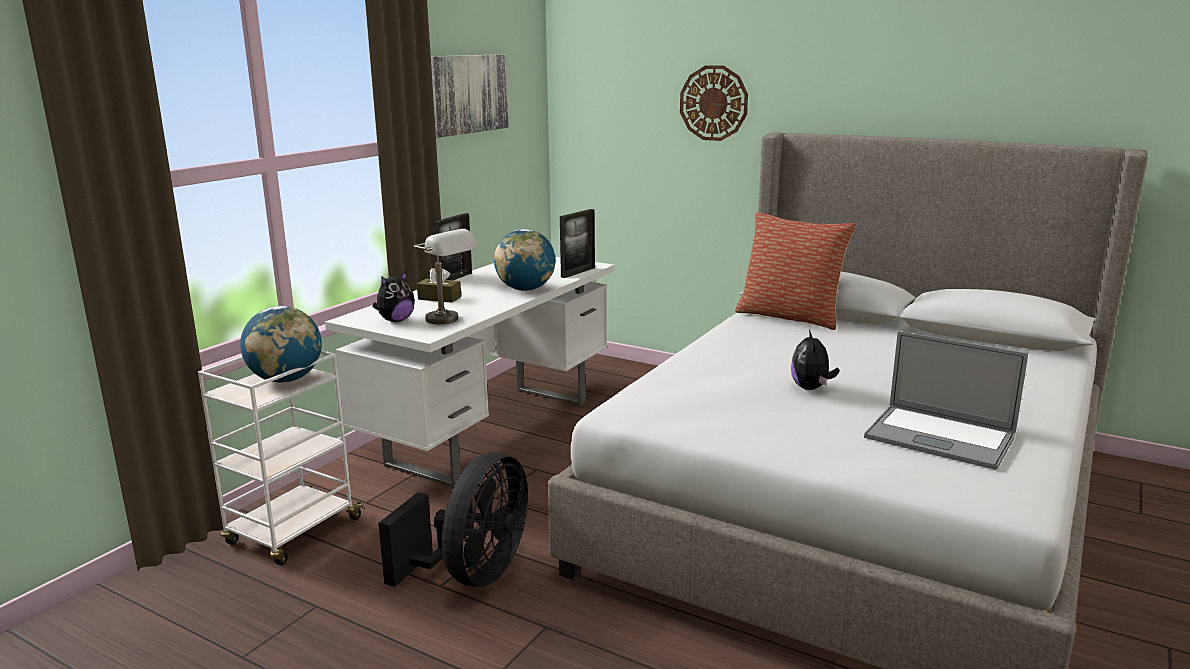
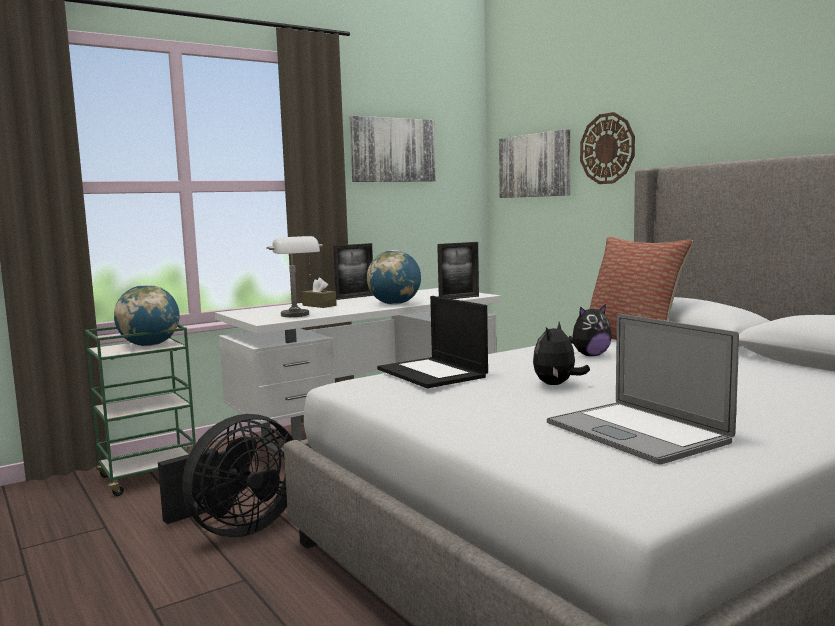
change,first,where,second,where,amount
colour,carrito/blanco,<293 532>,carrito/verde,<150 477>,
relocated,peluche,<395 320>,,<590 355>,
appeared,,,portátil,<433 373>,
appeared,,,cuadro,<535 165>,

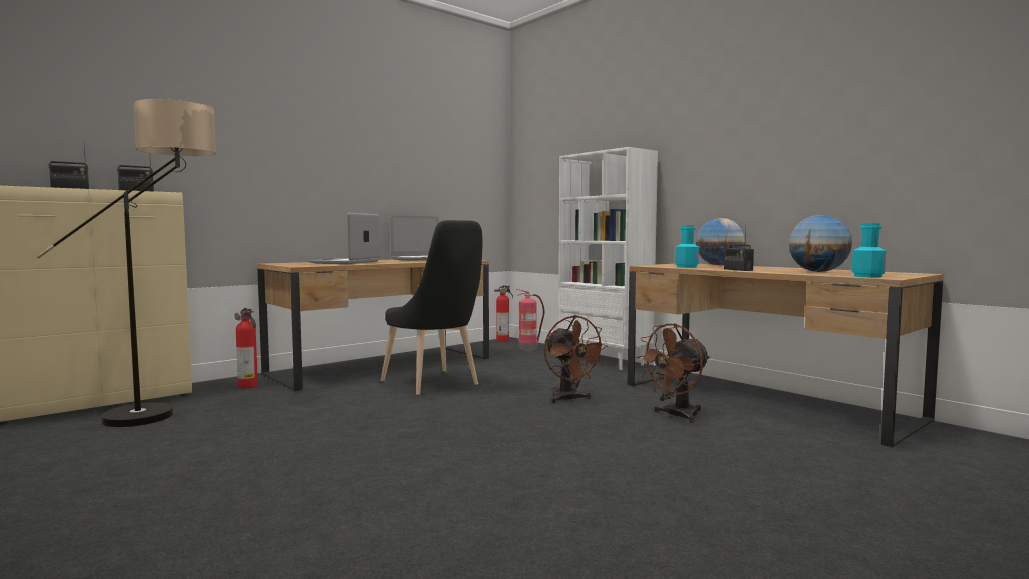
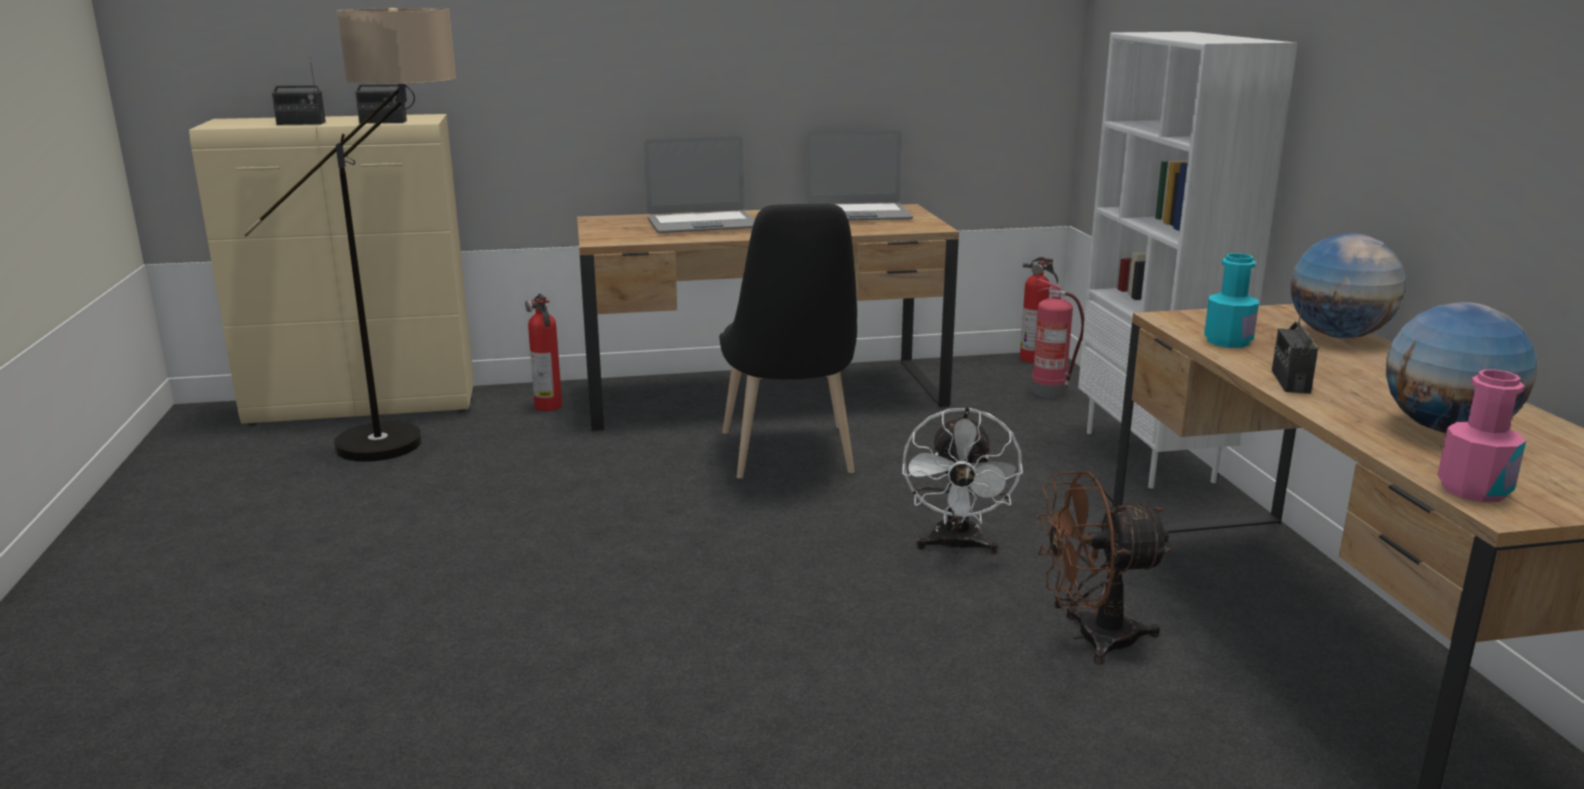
change,first,where,second,where,amount
spun,portátil,<346 262>,,<702 224>,150 degrees counterclockwise
colour,ventilador/marrón,<569 399>,ventilador/blanco,<956 547>,
colour,botella/turquesa,<867 276>,botella/rosa,<1473 490>,

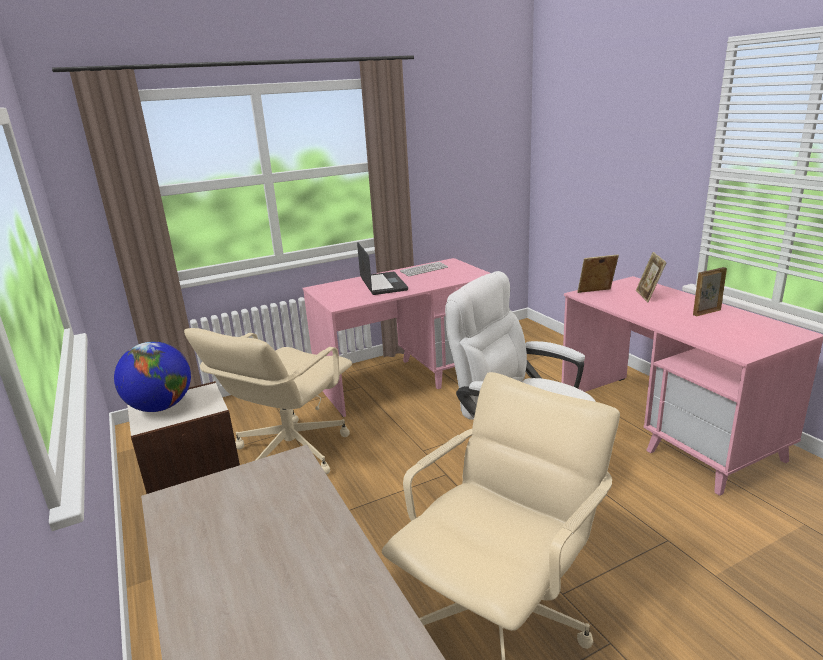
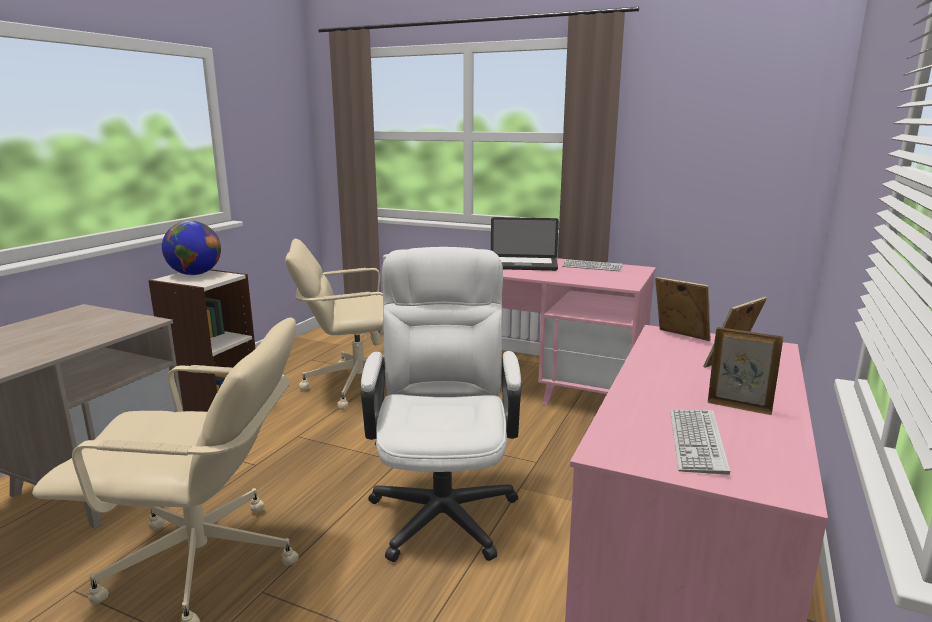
change,first,where,second,where,amount
spun,portátil,<383 284>,,<523 265>,60 degrees clockwise
appeared,,,teclado,<696 441>,

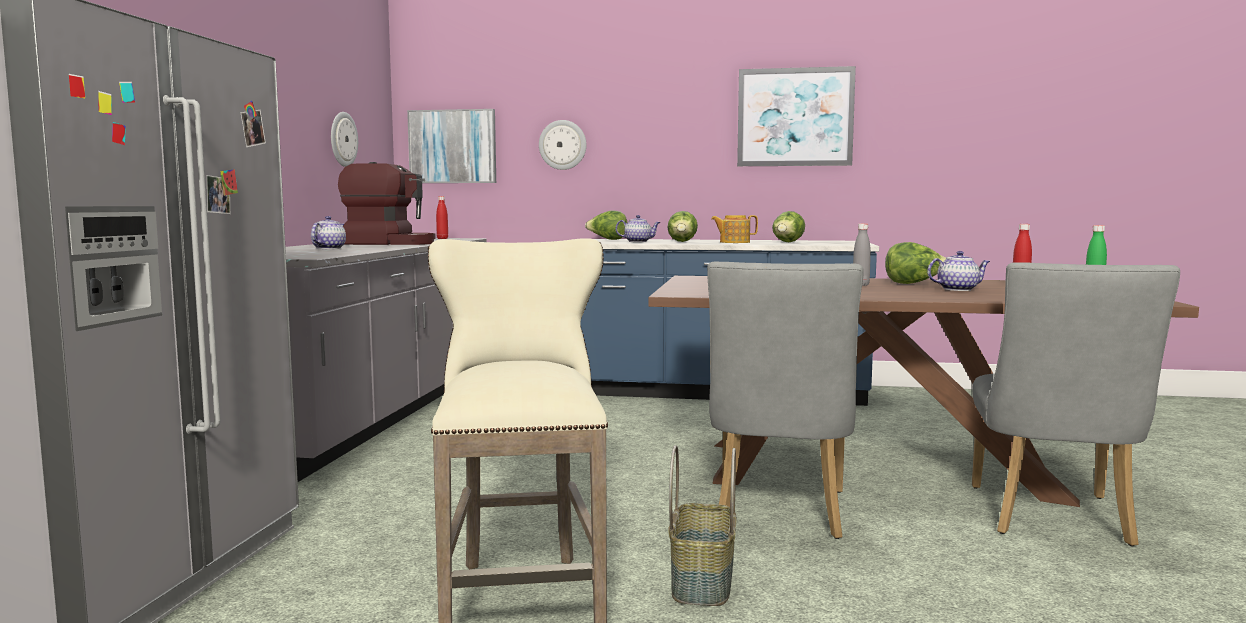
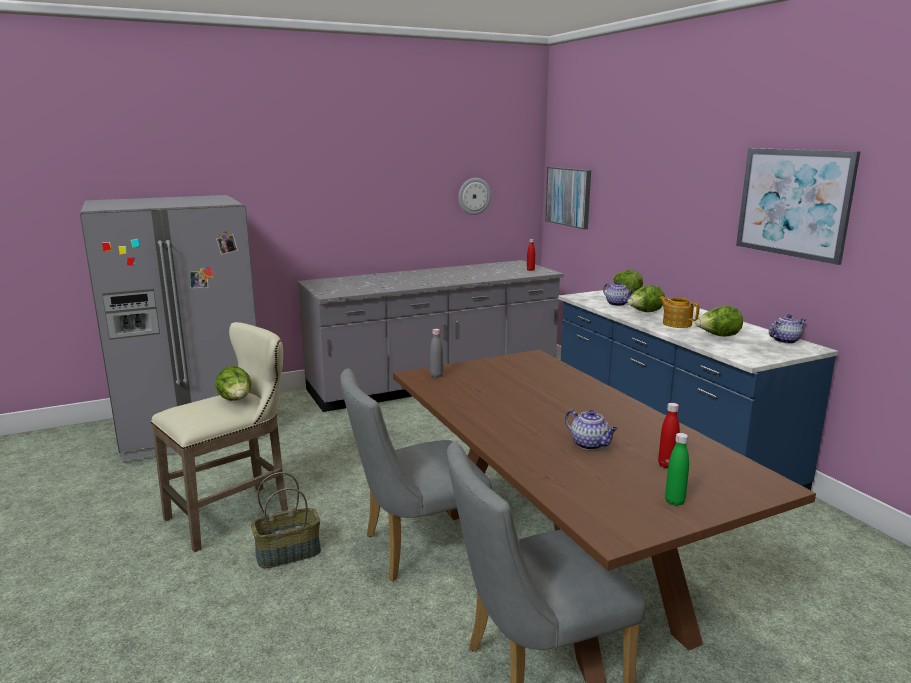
change,first,where,second,where,amount
relocated,tetera,<329 248>,,<785 340>,
missing,cafetera,<390 243>,,,
missing,reloj de pared,<562 145>,,,
relocated,botella/gris,<860 285>,,<436 376>,
relocated,lechuga,<914 284>,,<236 400>,

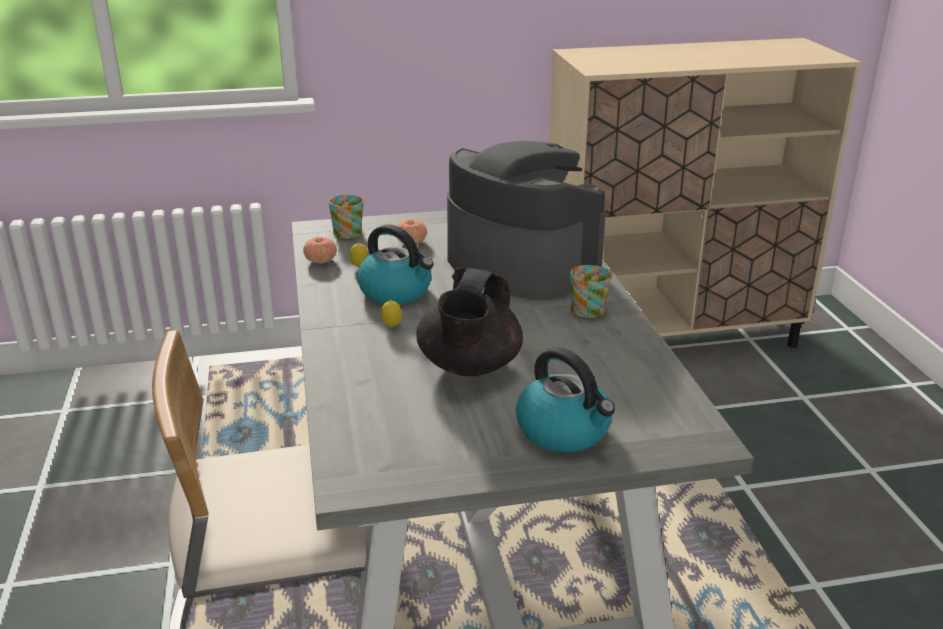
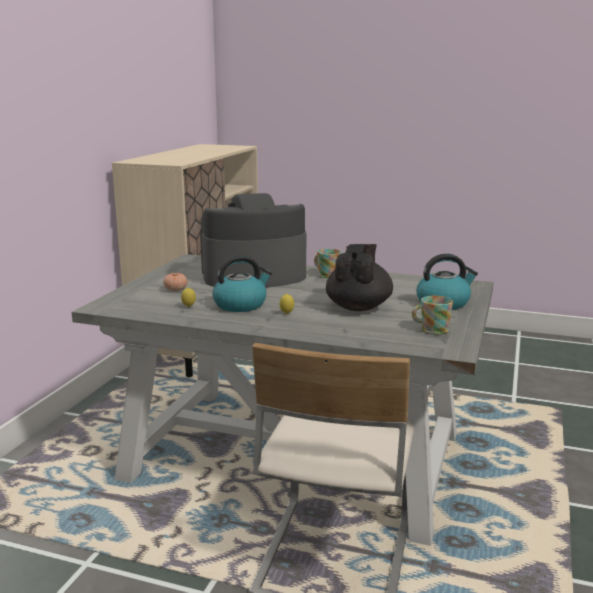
change,first,where,second,where,amount
missing,tomate,<321 260>,,,
relocated,taza grande,<346 231>,,<430 329>,
spun,tetera/negro,<469 367>,,<358 307>,120 degrees counterclockwise

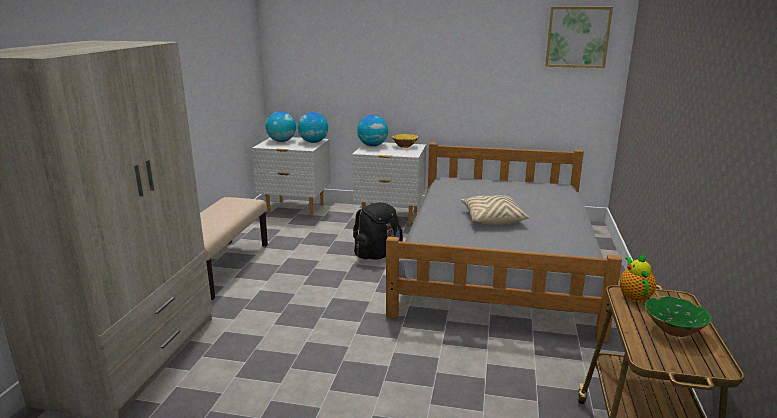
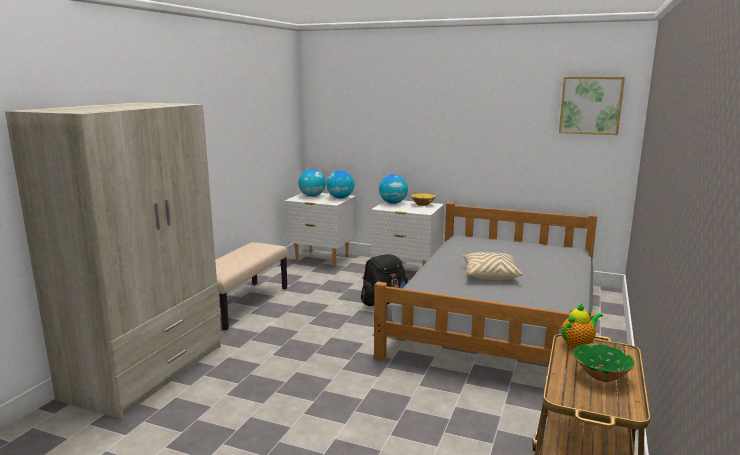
change,first,where,second,where,amount
spun,tetera,<634 296>,,<578 344>,45 degrees clockwise

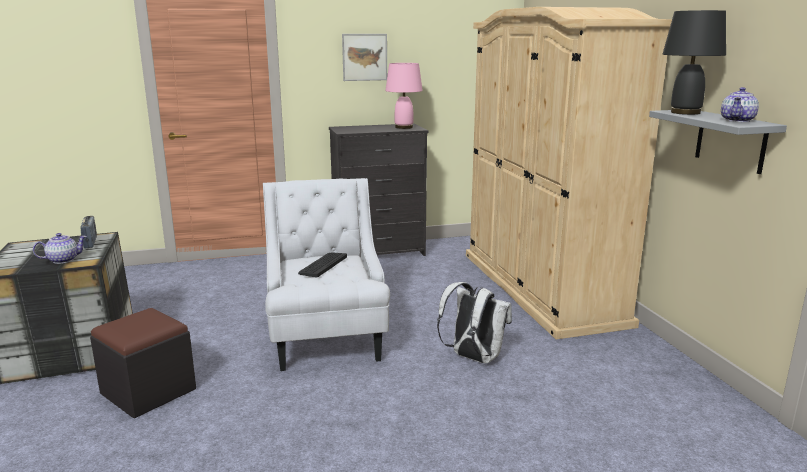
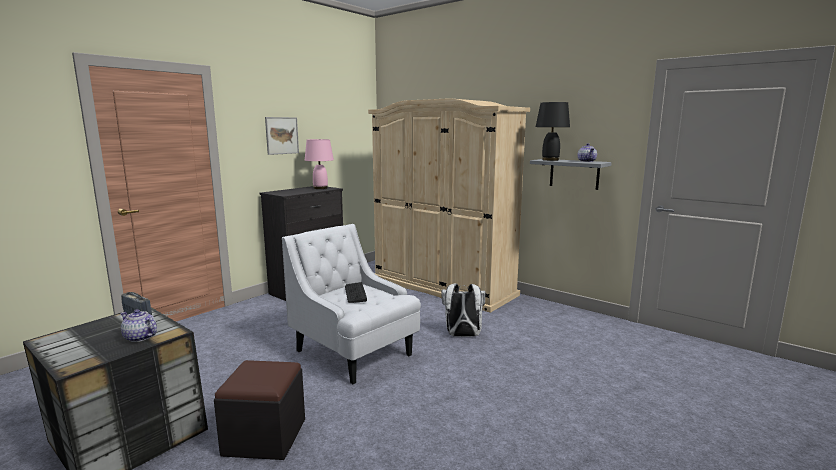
change,first,where,second,where,amount
spun,tetera,<62 260>,,<140 337>,90 degrees counterclockwise

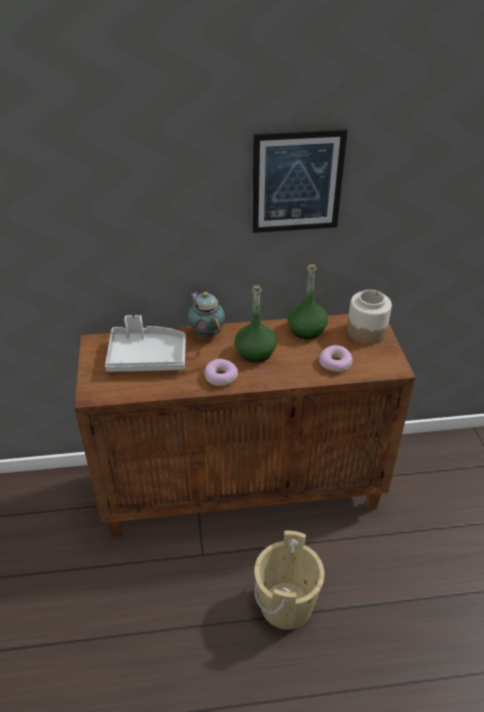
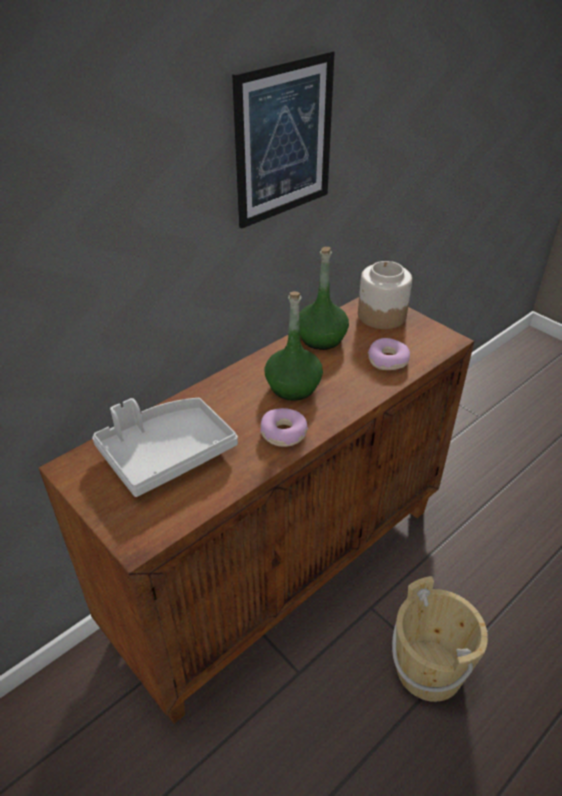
change,first,where,second,where,amount
missing,tetera,<206 333>,,,

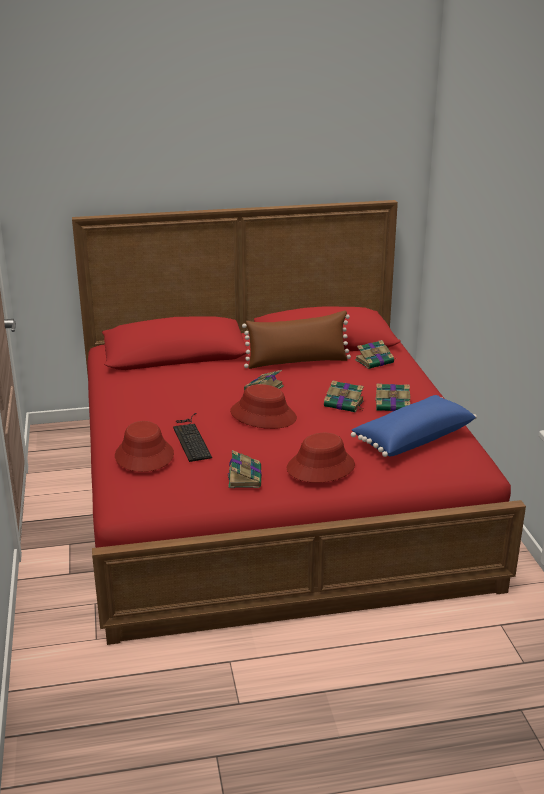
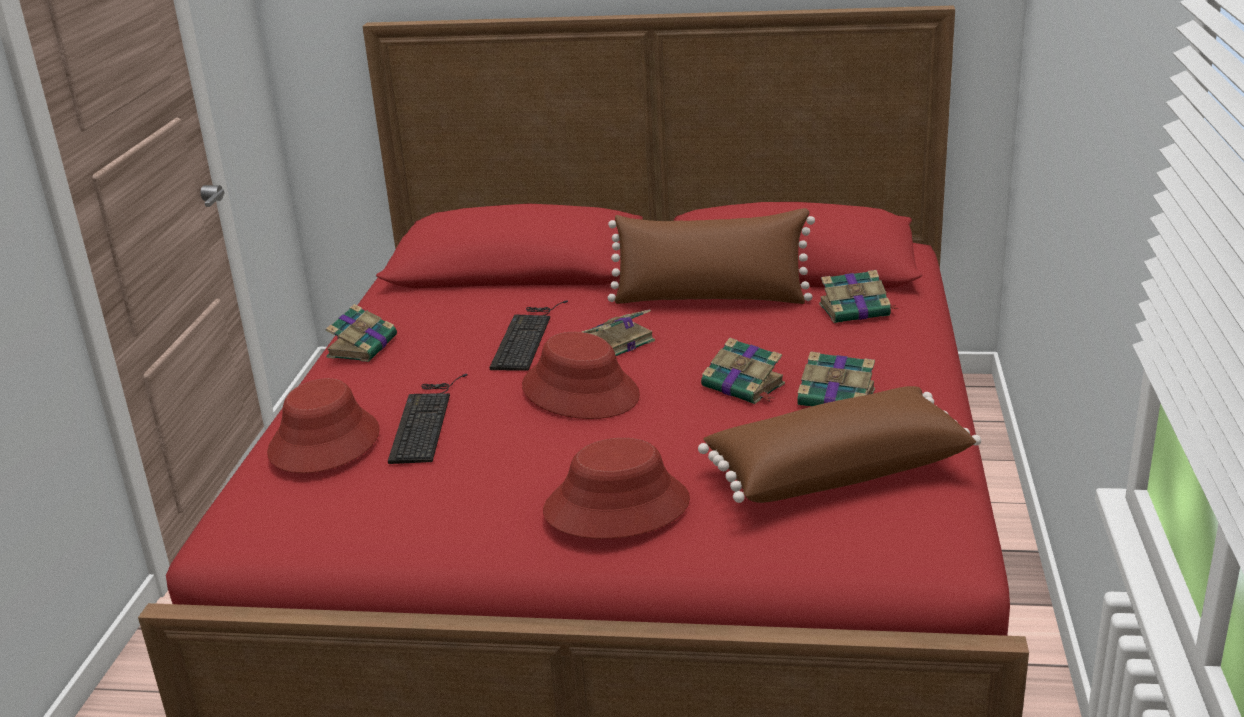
change,first,where,second,where,amount
relocated,libro,<244 477>,,<363 346>,
colour,cojín/azul,<412 438>,cojín/marrón,<836 470>,
appeared,,,teclado,<526 336>,

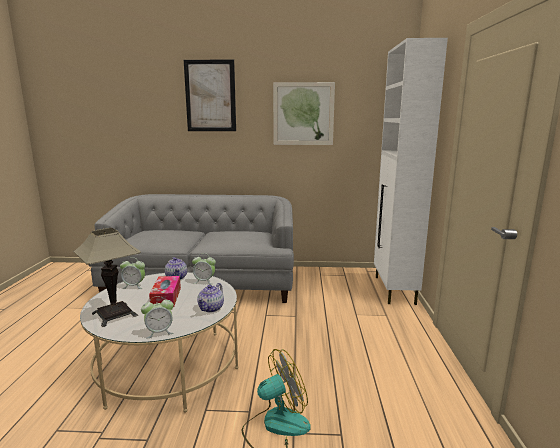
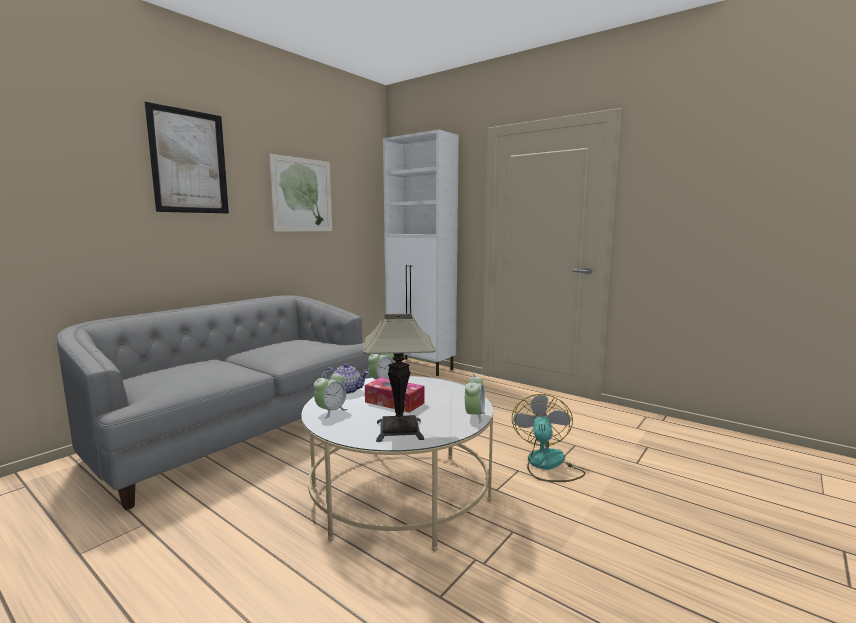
change,first,where,second,where,amount
missing,tetera,<211 308>,,,

